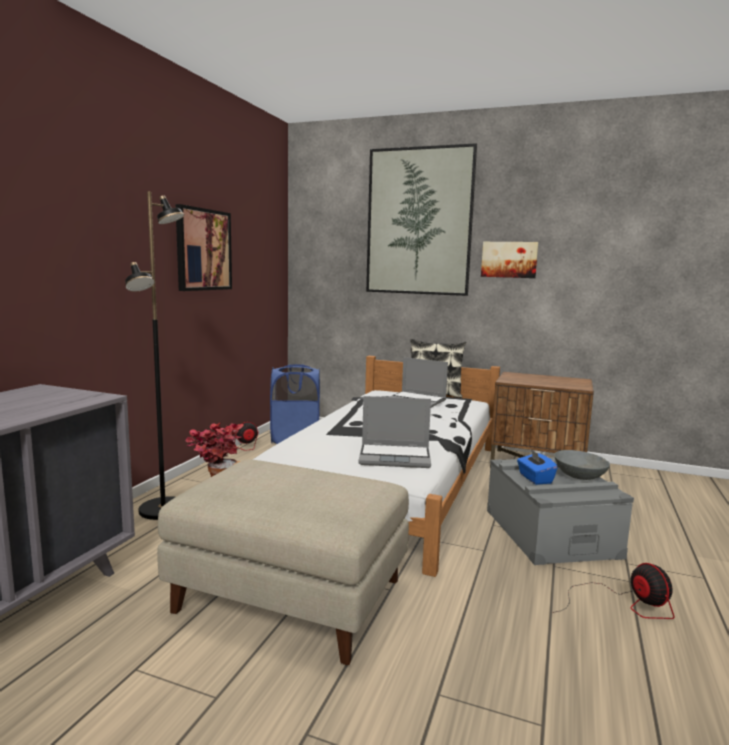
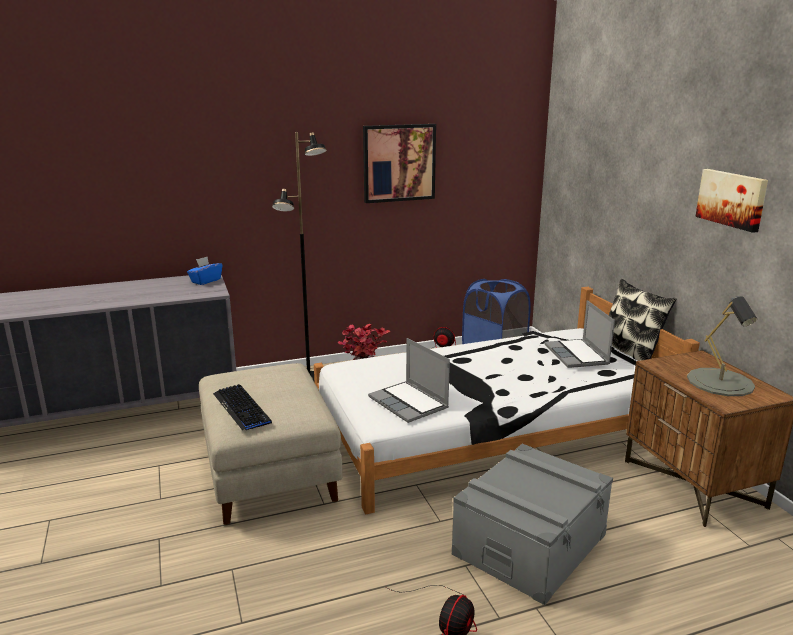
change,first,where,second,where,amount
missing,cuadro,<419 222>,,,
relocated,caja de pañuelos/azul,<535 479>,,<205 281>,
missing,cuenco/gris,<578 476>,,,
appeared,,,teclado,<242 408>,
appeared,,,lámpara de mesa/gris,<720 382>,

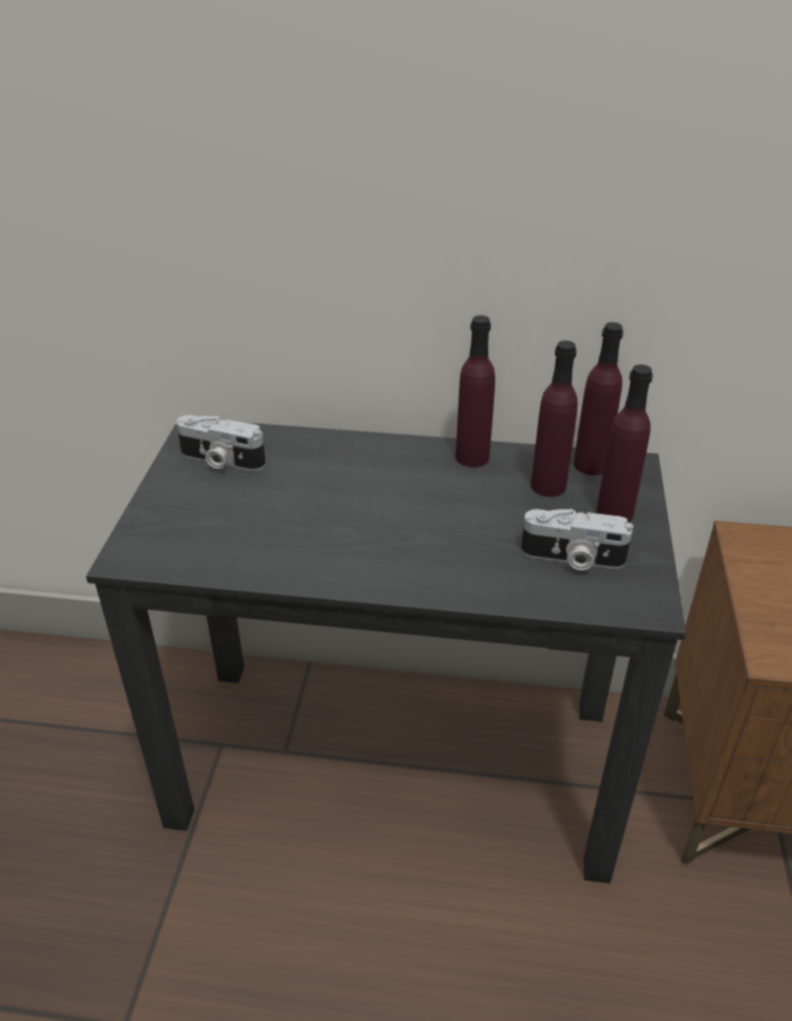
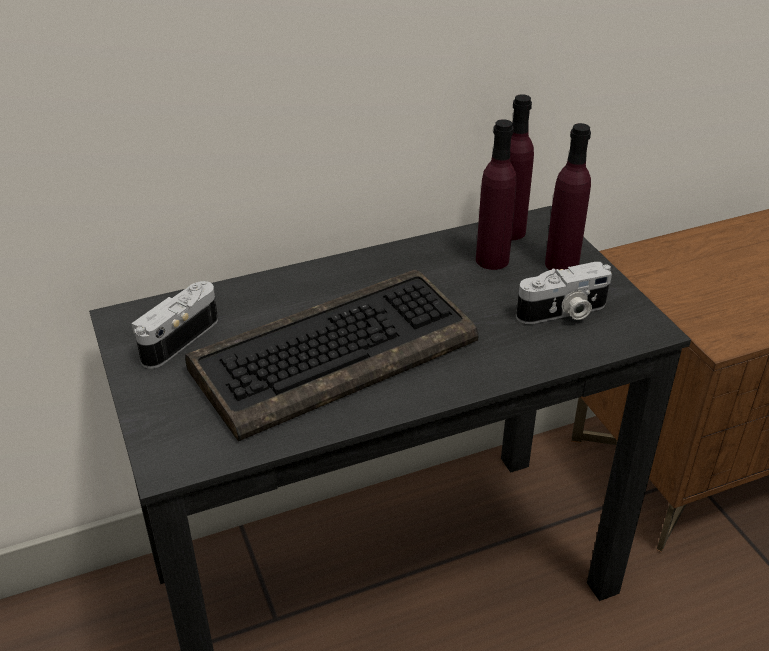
change,first,where,second,where,amount
spun,cámara,<221 461>,,<176 338>,135 degrees clockwise
missing,botella/morado,<472 457>,,,
appeared,,,teclado,<336 353>,

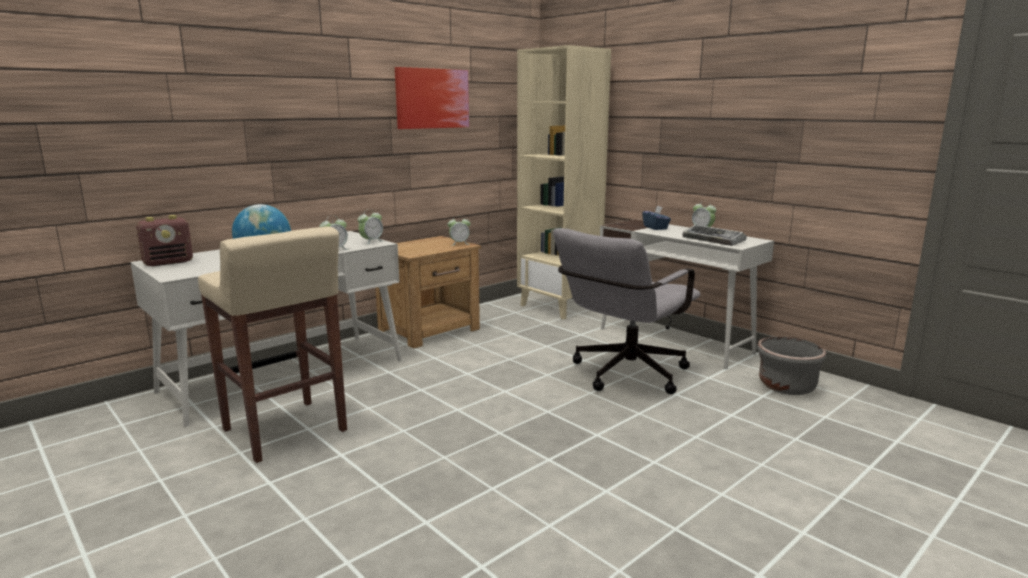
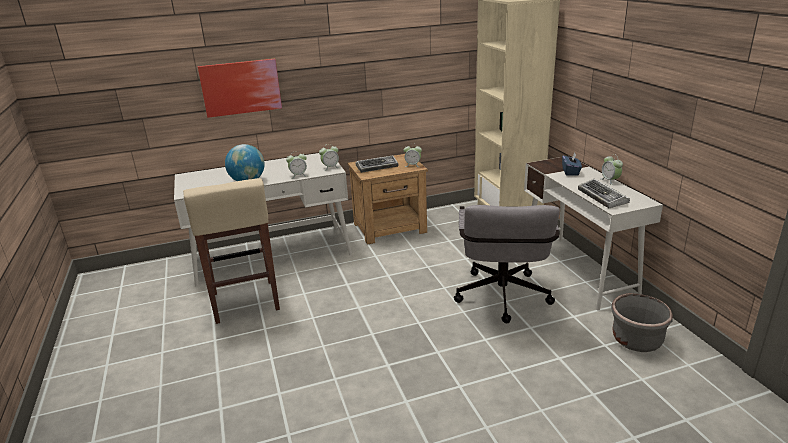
change,first,where,second,where,amount
missing,radio,<168 262>,,,
relocated,cuadro,<432 98>,,<241 87>,
spun,silla de oficina/gris,<623 376>,,<502 300>,60 degrees counterclockwise
appeared,,,teclado,<377 167>,

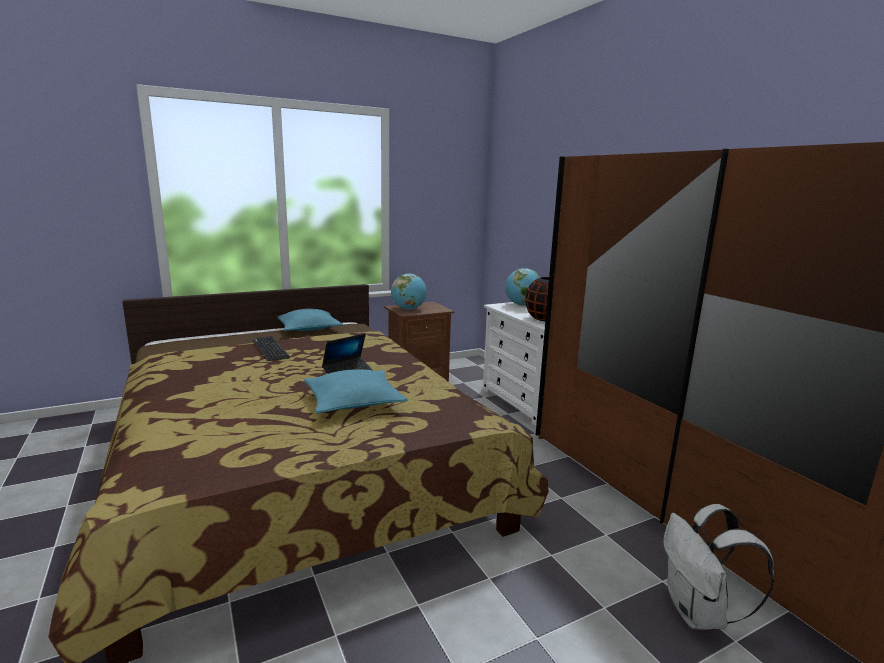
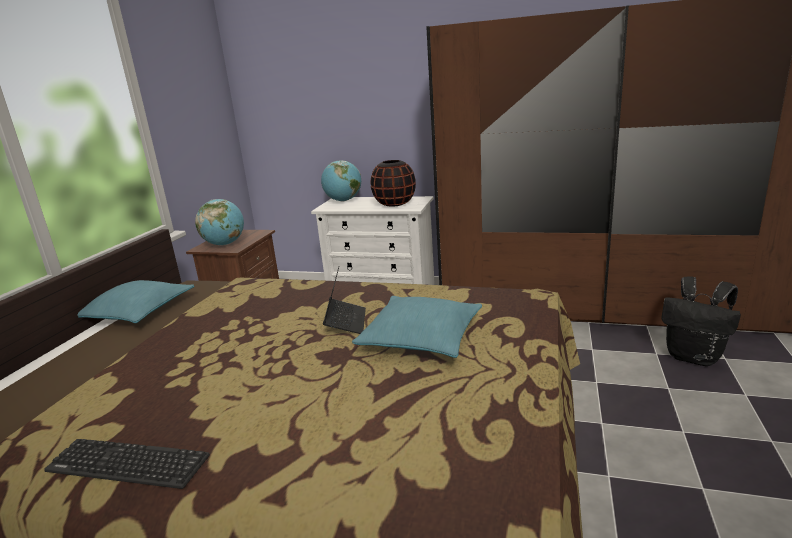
change,first,where,second,where,amount
relocated,teclado,<270 349>,,<128 464>,
colour,mochila/blanco,<699 613>,mochila/negro,<694 357>,

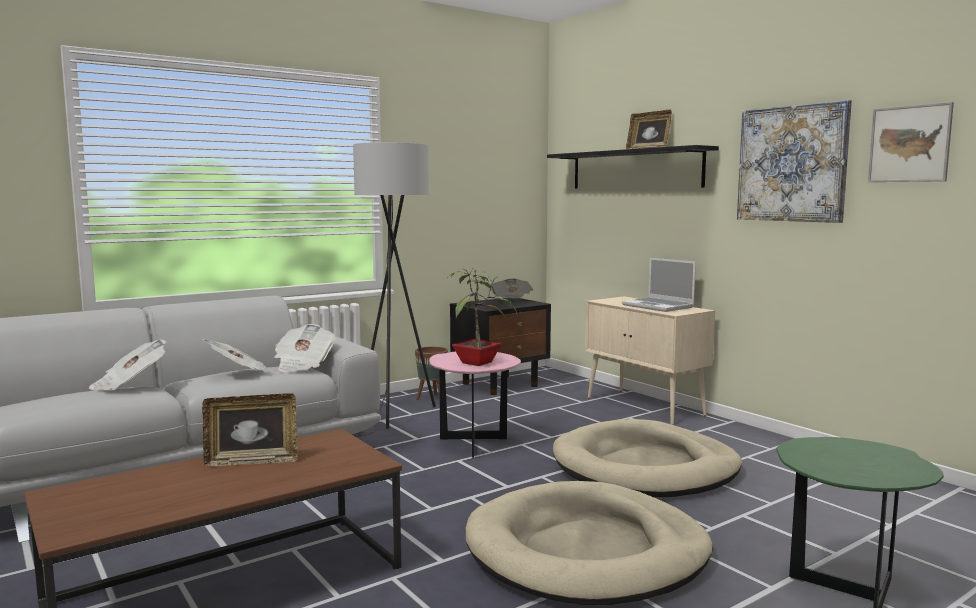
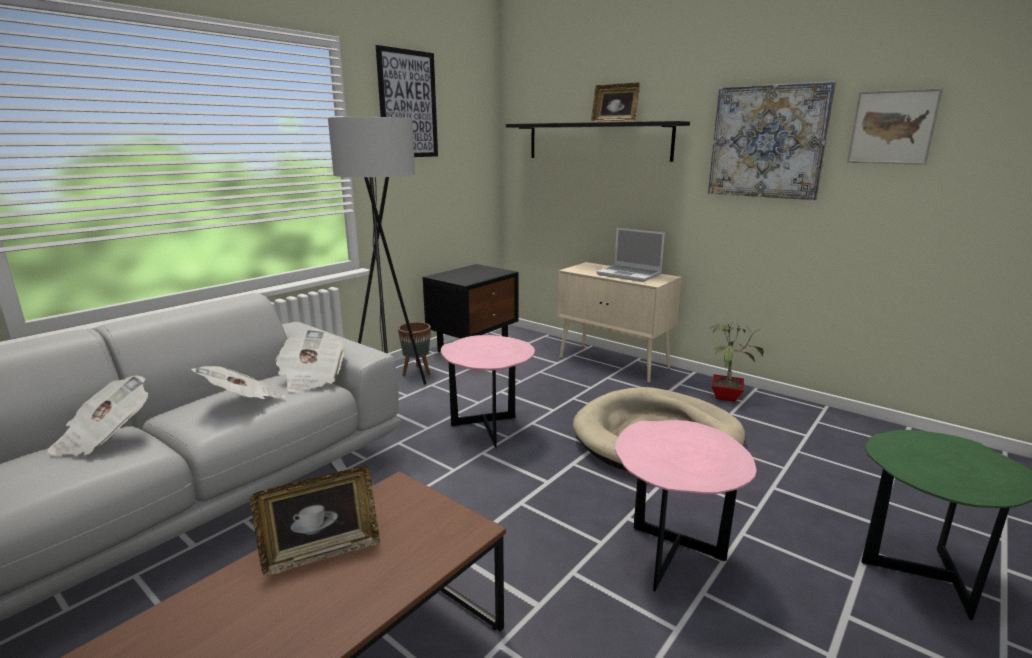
change,first,where,second,where,amount
relocated,planta en maceta,<478 362>,,<726 396>,
exchanged,cama para perro/beis,<587 551>,mesa auxiliar/rosa,<671 561>,
missing,periódico,<511 301>,,,
appeared,,,cuadro,<408 104>,

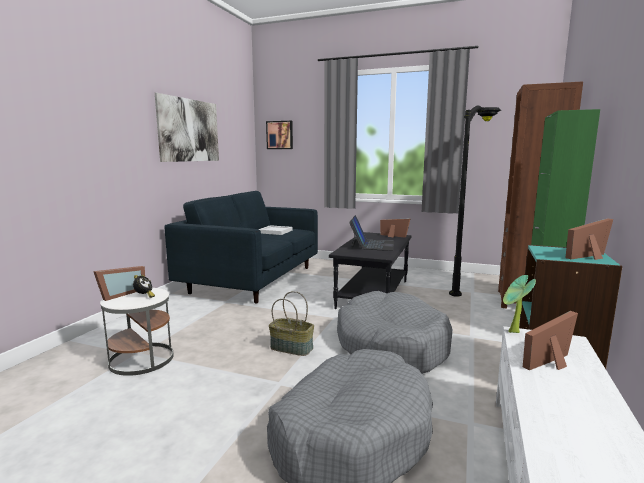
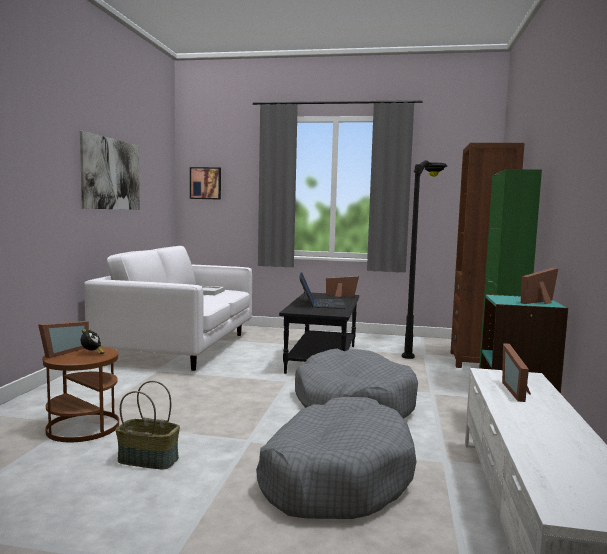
change,first,where,second,where,amount
colour,mesa auxiliar/blanco,<142 359>,mesa auxiliar/marrón,<83 427>,
colour,sofá/azul,<253 280>,sofá/blanco,<181 348>,
relocated,cesta,<292 348>,,<149 459>,
missing,planta en maceta,<513 333>,,,
spun,portarretratos,<554 363>,,<518 391>,45 degrees counterclockwise

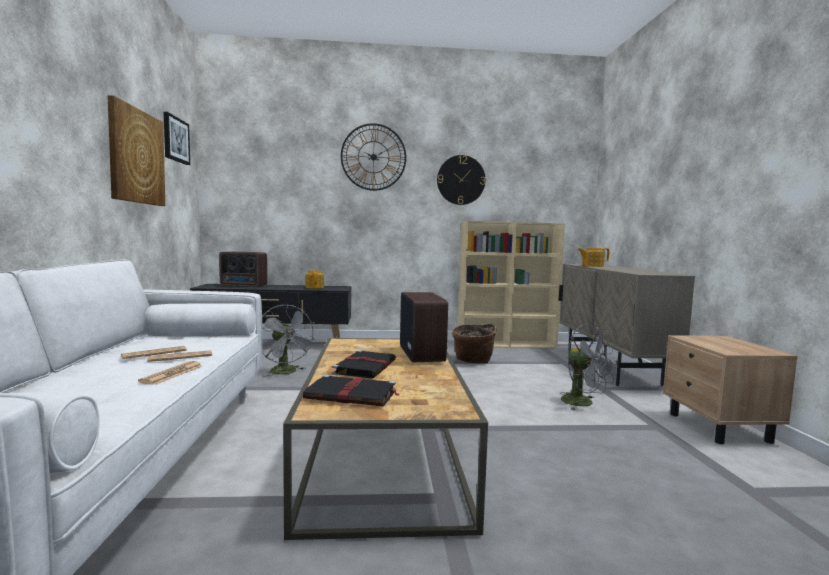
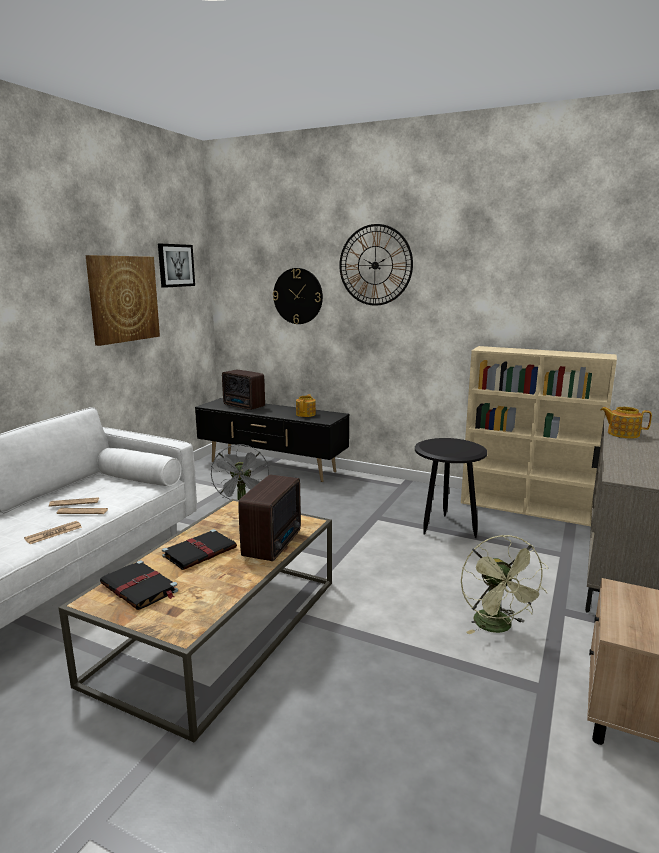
change,first,where,second,where,amount
relocated,reloj de pared,<461 180>,,<298 296>,
exchanged,cesta,<472 361>,mesa auxiliar/negro,<445 529>,
colour,ventilador/gris,<584 403>,ventilador/verde,<498 627>,

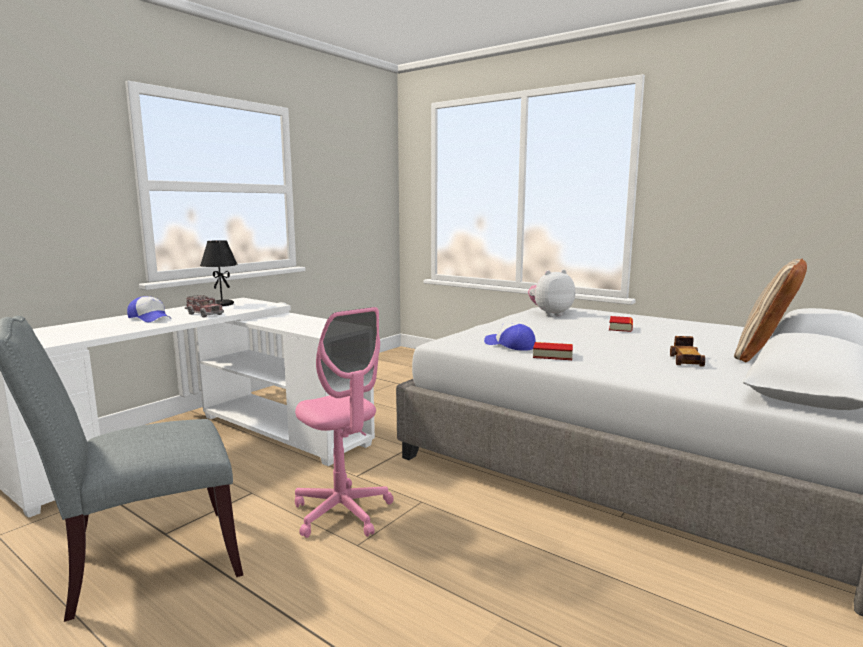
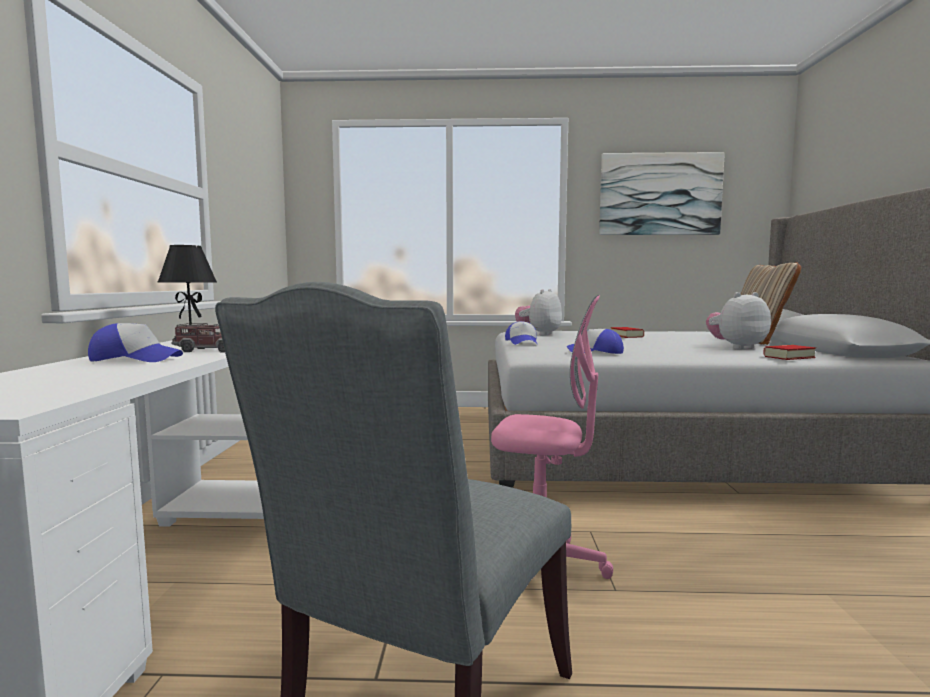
change,first,where,second,where,amount
relocated,libro,<552 355>,,<789 357>,
exchanged,coche de juguete,<686 361>,peluche,<736 347>,
appeared,,,gorra,<522 342>,
appeared,,,cuadro,<660 194>,

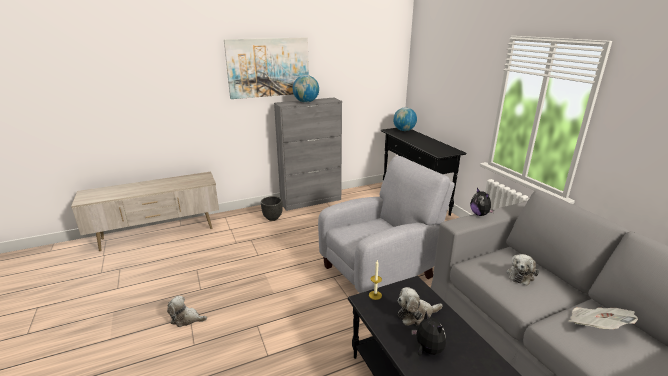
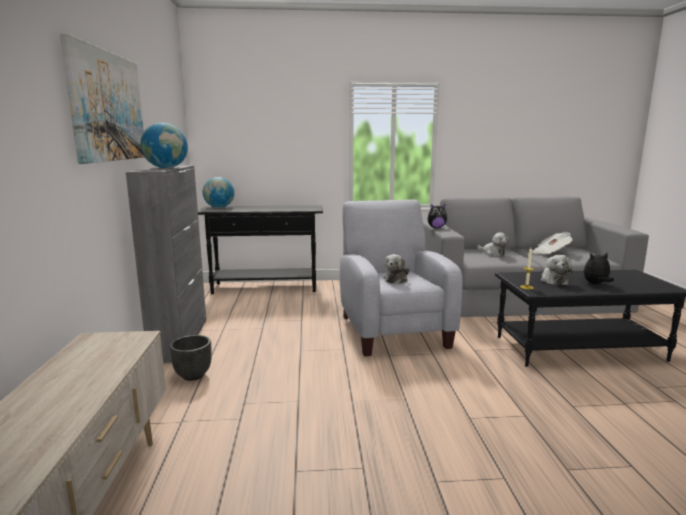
change,first,where,second,where,amount
relocated,peluche,<186 319>,,<396 279>,

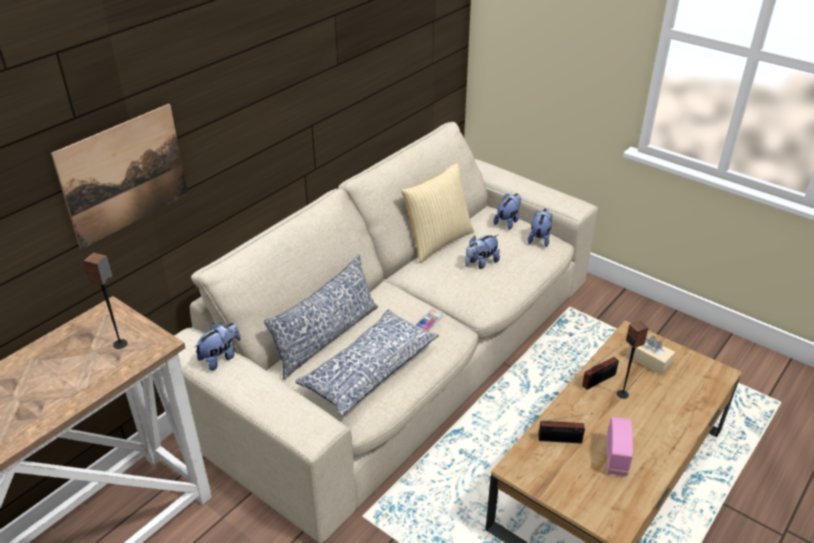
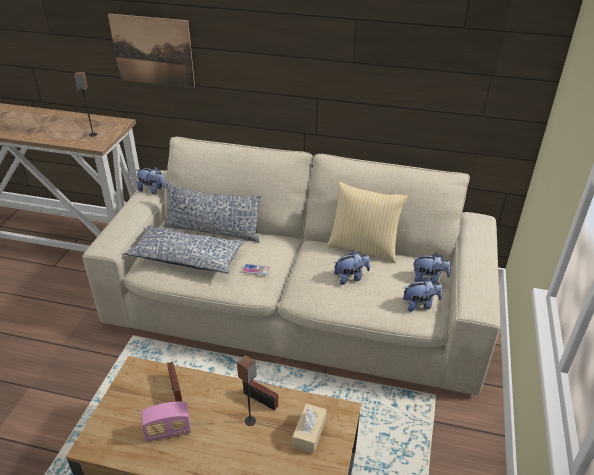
change,first,where,second,where,amount
spun,peluche,<481 263>,,<351 277>,135 degrees clockwise

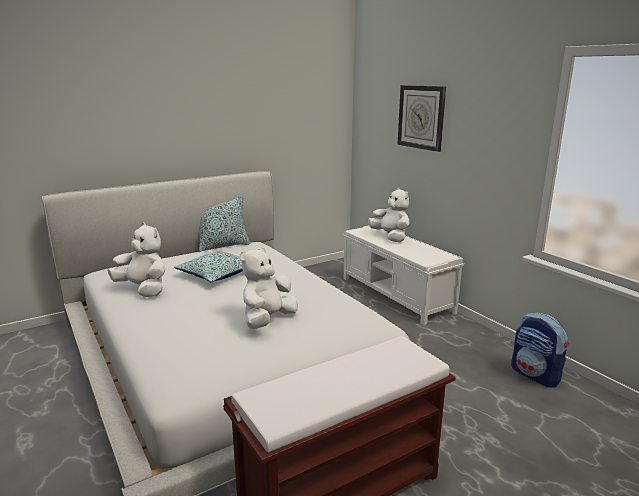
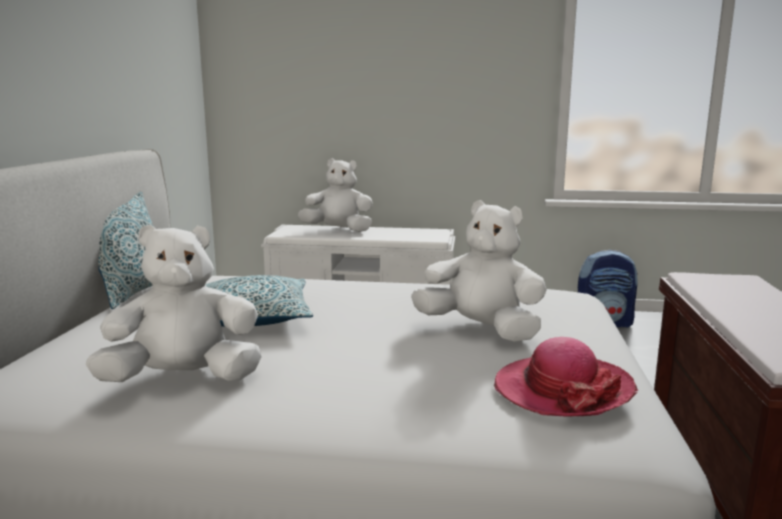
change,first,where,second,where,amount
spun,peluche/blanco,<268 320>,,<481 330>,135 degrees clockwise
missing,reloj de pared,<421 117>,,,
appeared,,,sombrero,<562 389>,

